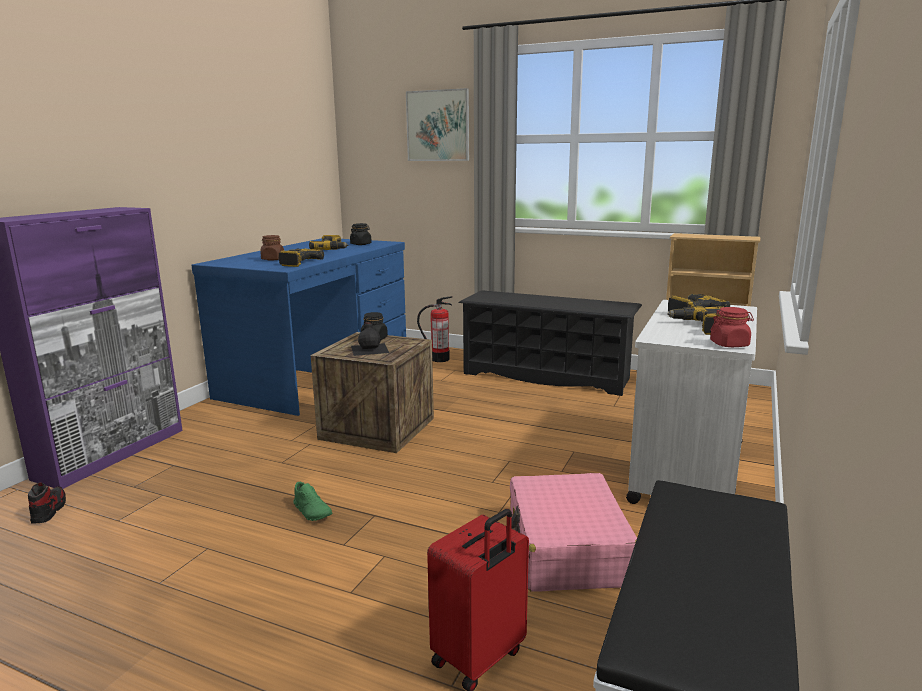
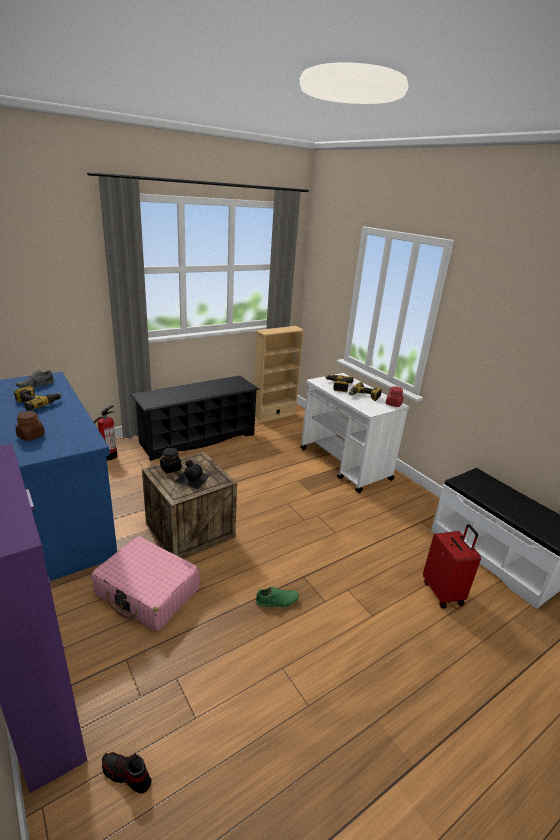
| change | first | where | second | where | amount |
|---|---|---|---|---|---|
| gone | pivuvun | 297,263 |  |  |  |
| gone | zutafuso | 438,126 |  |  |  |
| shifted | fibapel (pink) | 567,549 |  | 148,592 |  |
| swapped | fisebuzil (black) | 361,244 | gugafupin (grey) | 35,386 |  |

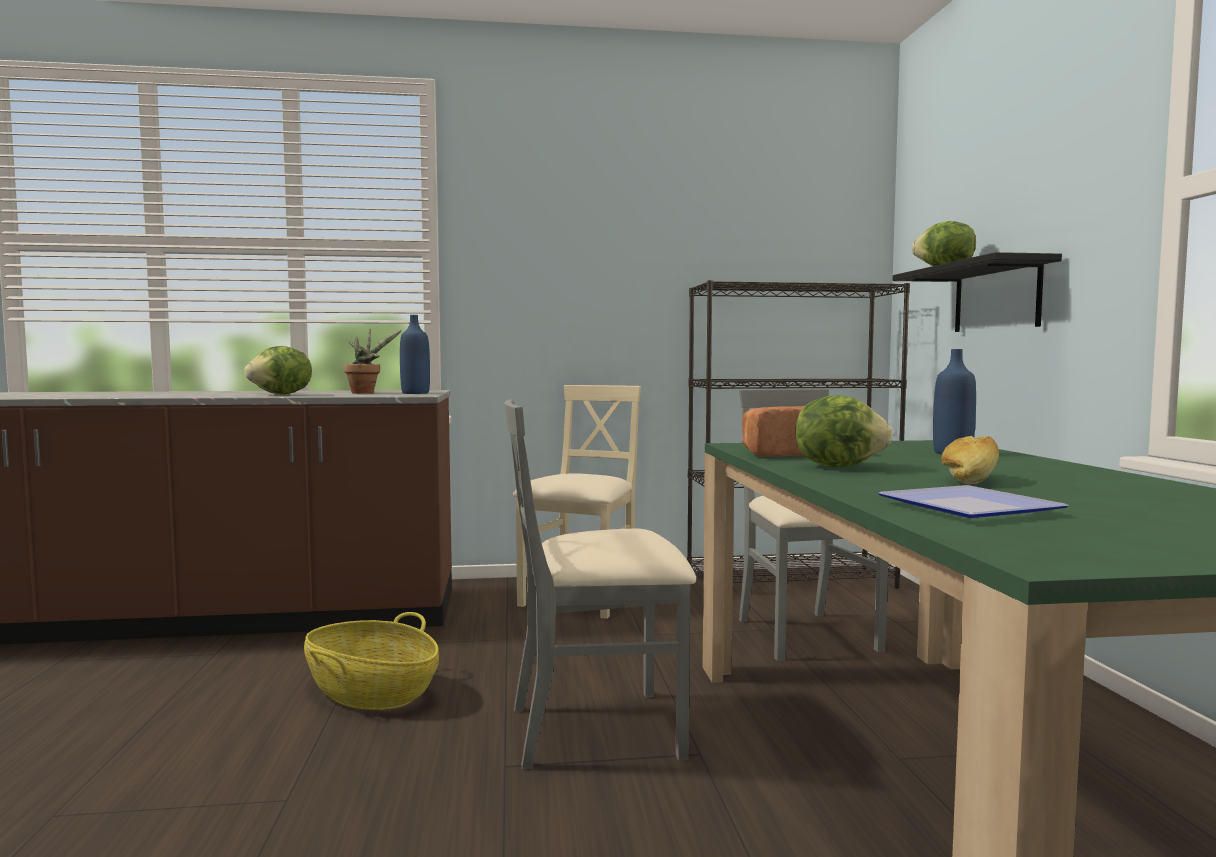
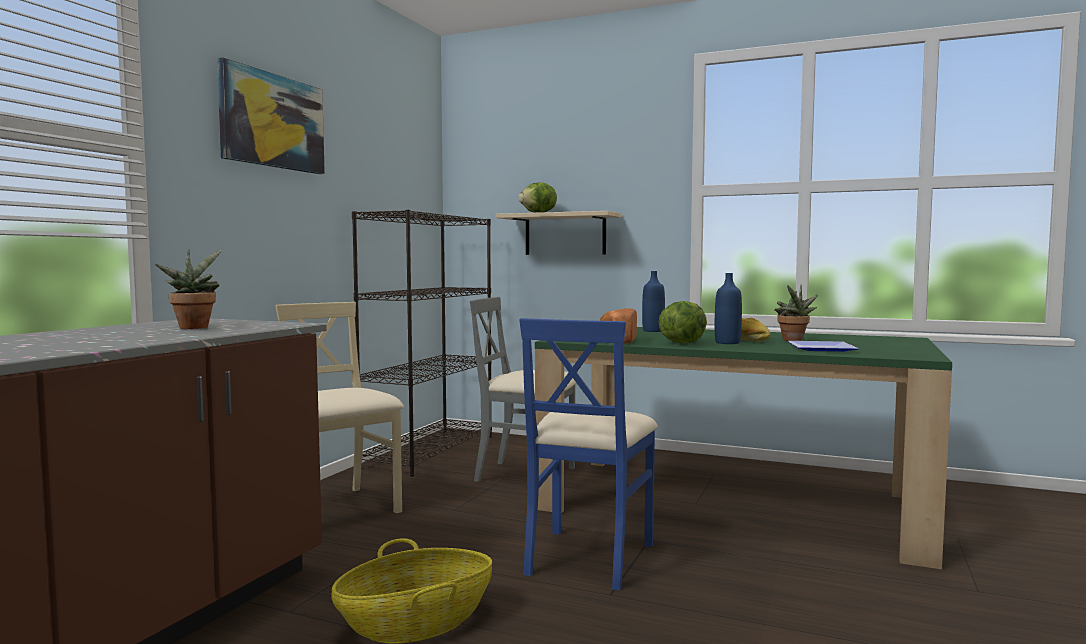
| change | first | where | second | where | amount |
|---|---|---|---|---|---|
| gone | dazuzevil | 282,394 |  |  |  |
| new |  |  | zutafuso | 272,121 |  |
| new |  |  | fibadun | 793,340 |  |
| shifted | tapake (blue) | 415,393 |  | 727,343 |  |
| repainted | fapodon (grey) | 598,729 | fapodon (blue) | 588,557 |  |
| repainted | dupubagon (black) | 996,297 | dupubagon (beige) | 565,234 |  |

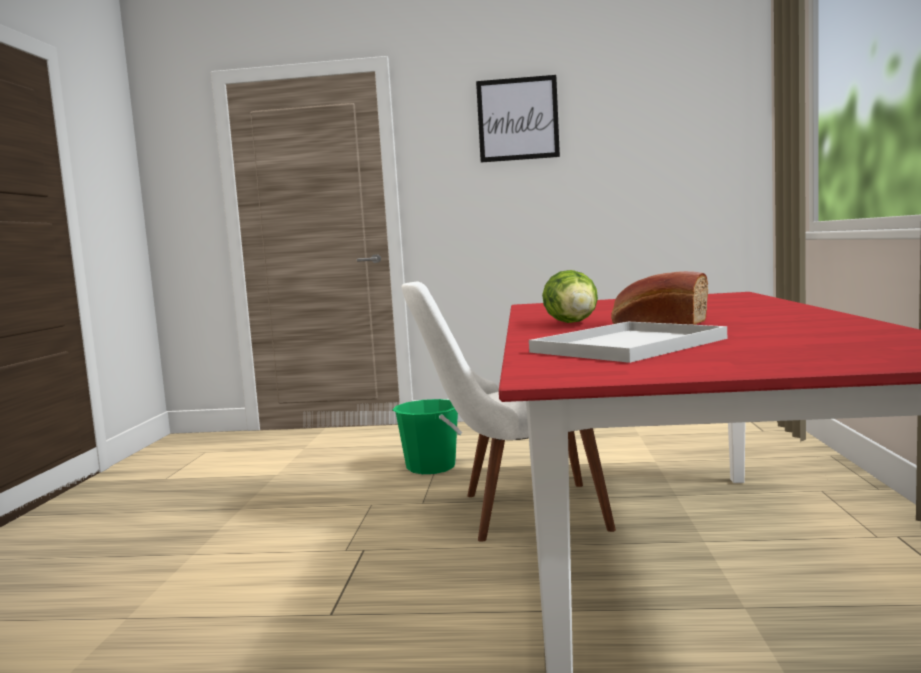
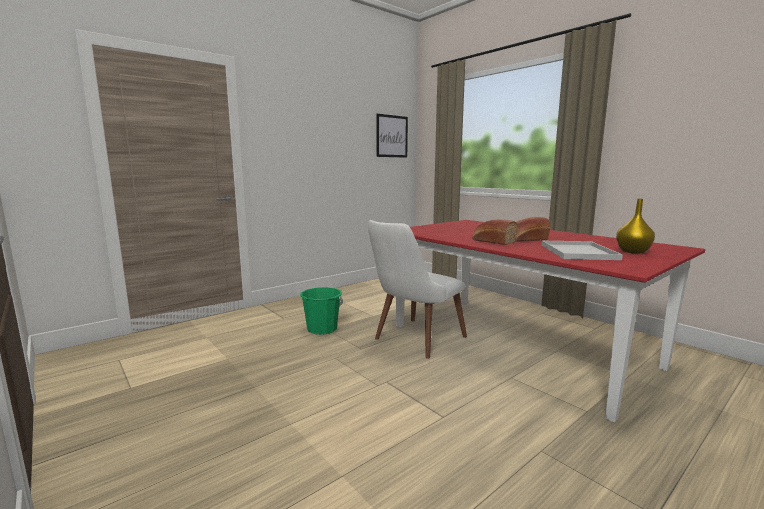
| change | first | where | second | where | amount |
|---|---|---|---|---|---|
| new |  |  | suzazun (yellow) | 632,252 |  |
| shifted | zutafuso | 518,119 |  | 392,136 |  |
| swapped | dazuzevil | 574,323 | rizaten | 492,241 |  |

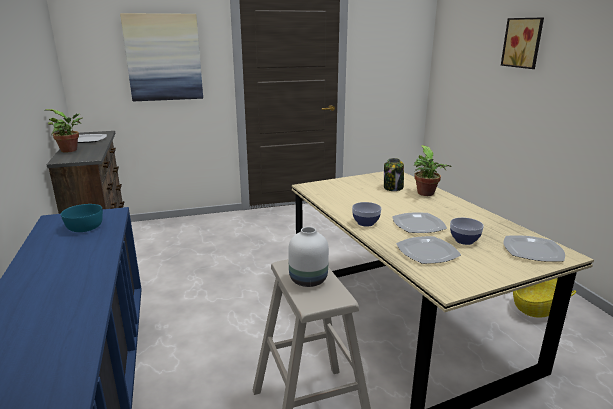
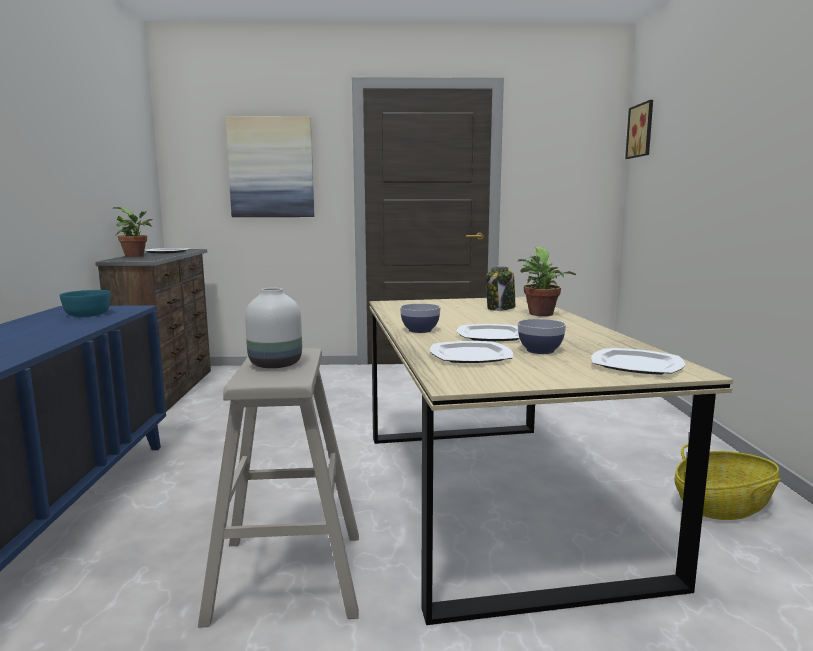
| change | first | where | second | where | amount |
|---|---|---|---|---|---|
| shifted | zutafuso | 523,43 |  | 642,130 |  |

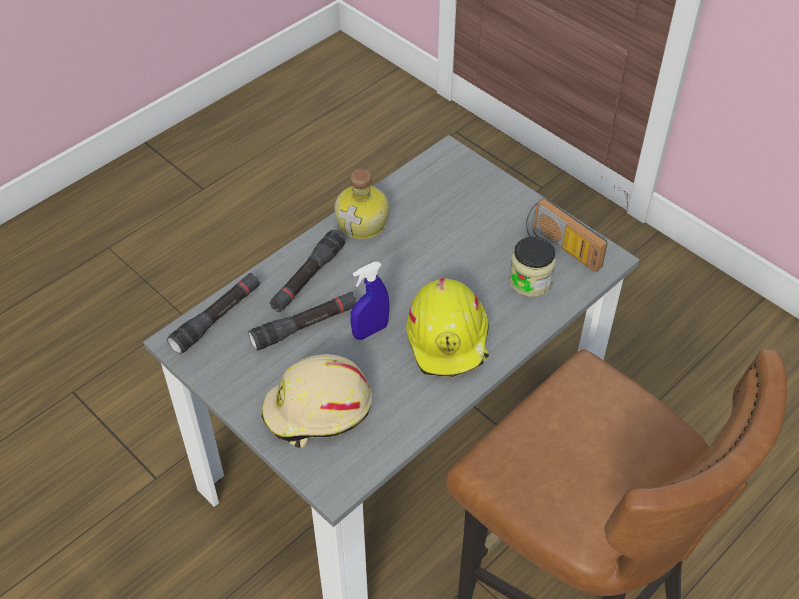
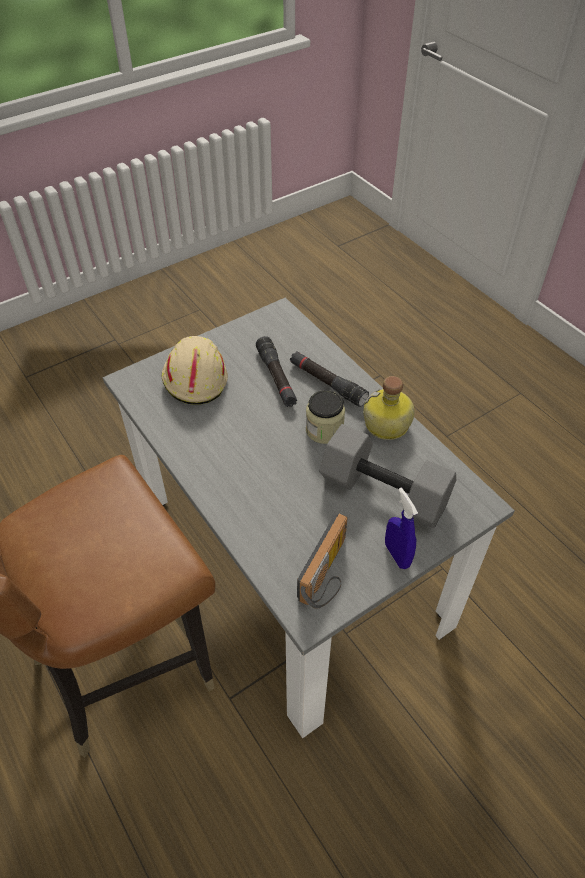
| change | first | where | second | where | amount |
|---|---|---|---|---|---|
| gone | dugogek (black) | 217,318 |  |  |  |
| gone | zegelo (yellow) | 449,338 |  |  |  |
| new |  |  | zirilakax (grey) | 386,491 |  |
| shifted | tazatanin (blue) | 370,331 |  | 397,555 |  |
| shifted | fisebuzil | 530,281 |  | 324,430 |  |
| rotated | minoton | 559,250 |  | 328,574 | 150 degrees clockwise |

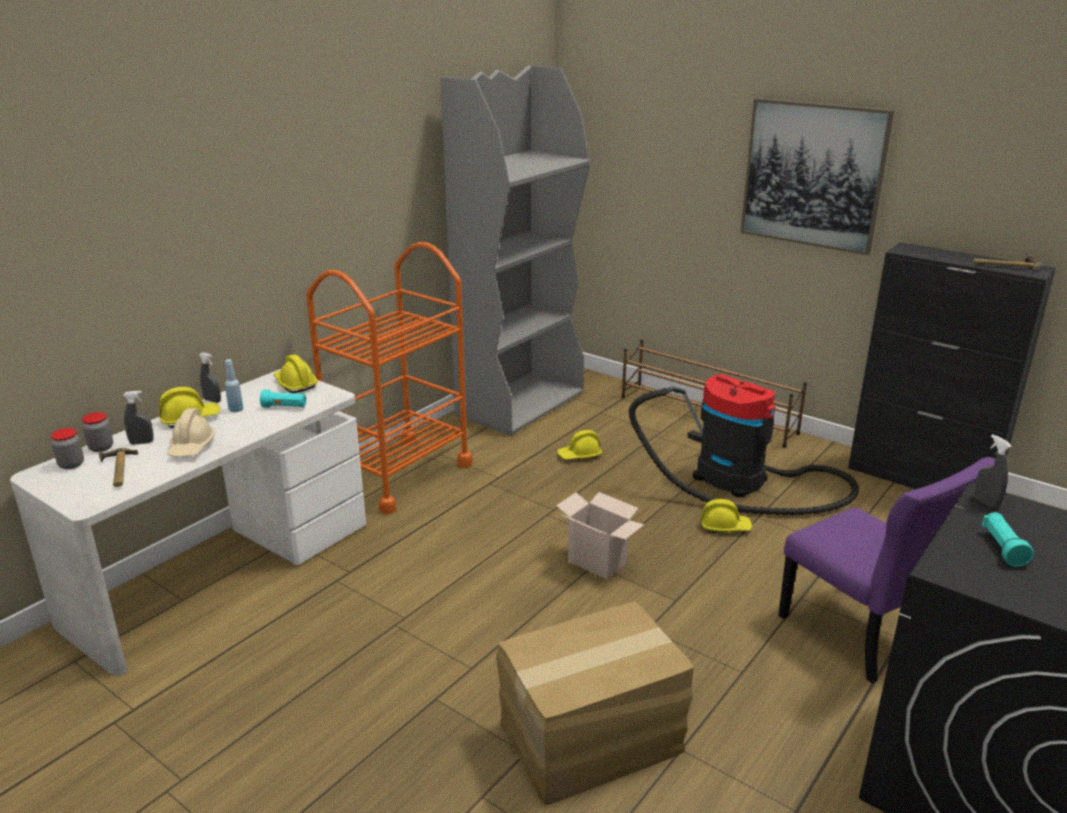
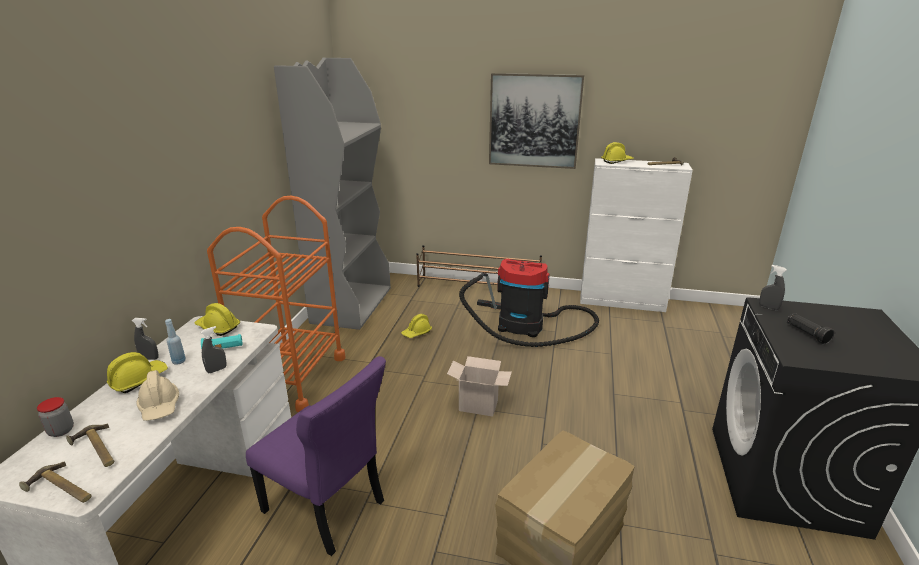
| change | first | where | second | where | amount |
|---|---|---|---|---|---|
| gone | fisebuzil | 71,464 |  |  |  |
| new |  |  | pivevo | 61,490 |  |
| shifted | tazatanin (grey) | 142,443 |  | 217,370 |  |
| shifted | zegelo (yellow) | 724,527 |  | 616,161 |  |
| shifted | fapodon (purple) | 859,635 |  | 327,509 |  |
| repainted | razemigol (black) | 921,480 | razemigol (white) | 622,302 |  |
| repainted | dugogek (turquoise) | 1002,548 | dugogek (black) | 806,334 |  |

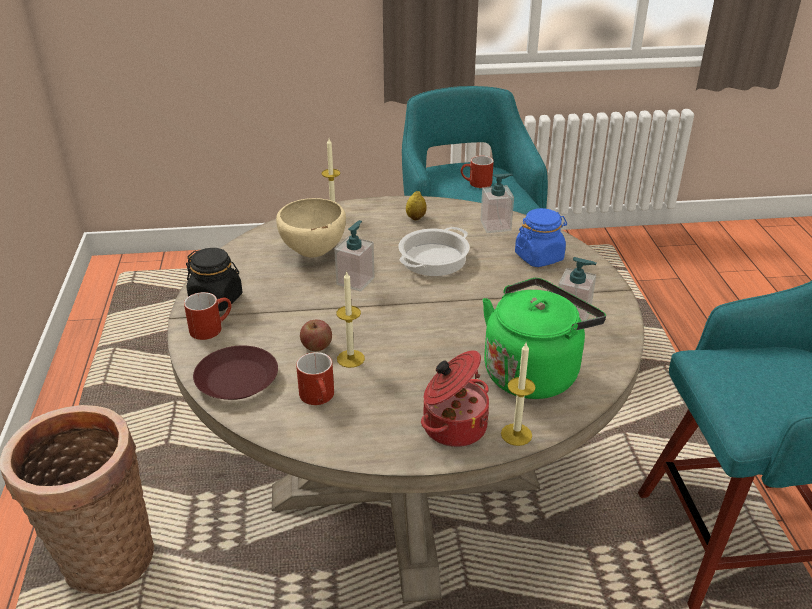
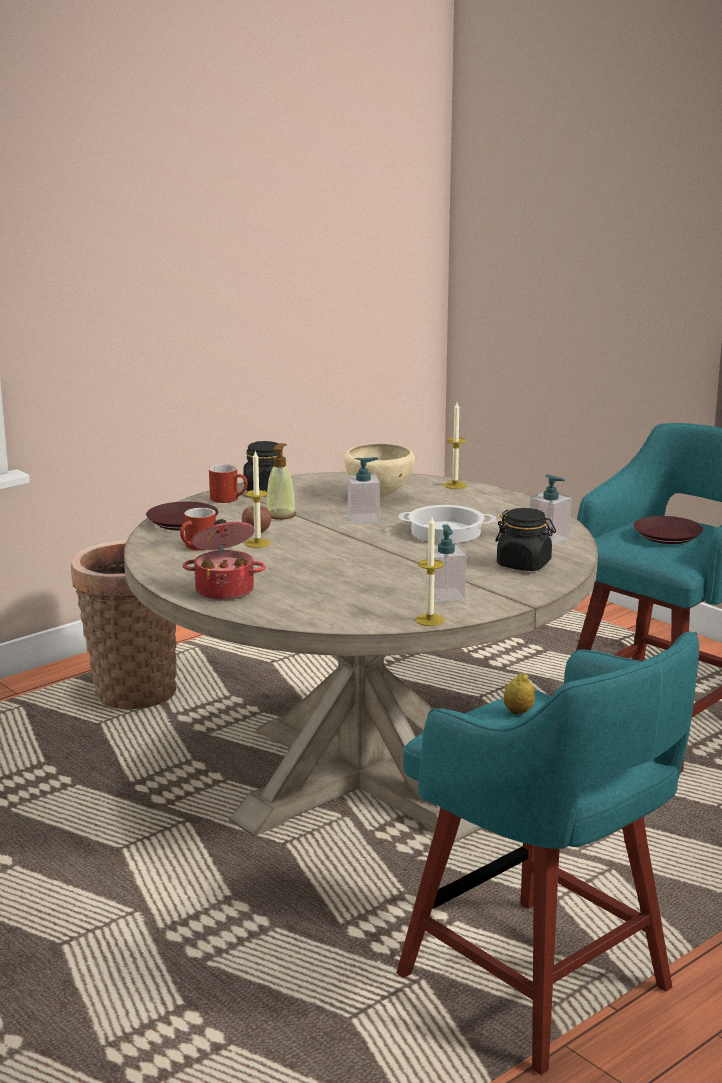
| change | first | where | second | where | amount |
|---|---|---|---|---|---|
| gone | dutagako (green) | 534,372 |  |  |  |
| new |  |  | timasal | 281,515 |  |
| shifted | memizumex | 416,218 |  | 518,711 |  |
| shifted | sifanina | 516,434 |  | 429,620 |  |
| swapped | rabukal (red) | 476,184 | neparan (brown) | 667,536 |  |
| repainted | fisebuzil (blue) | 539,257 | fisebuzil (black) | 524,564 |  |

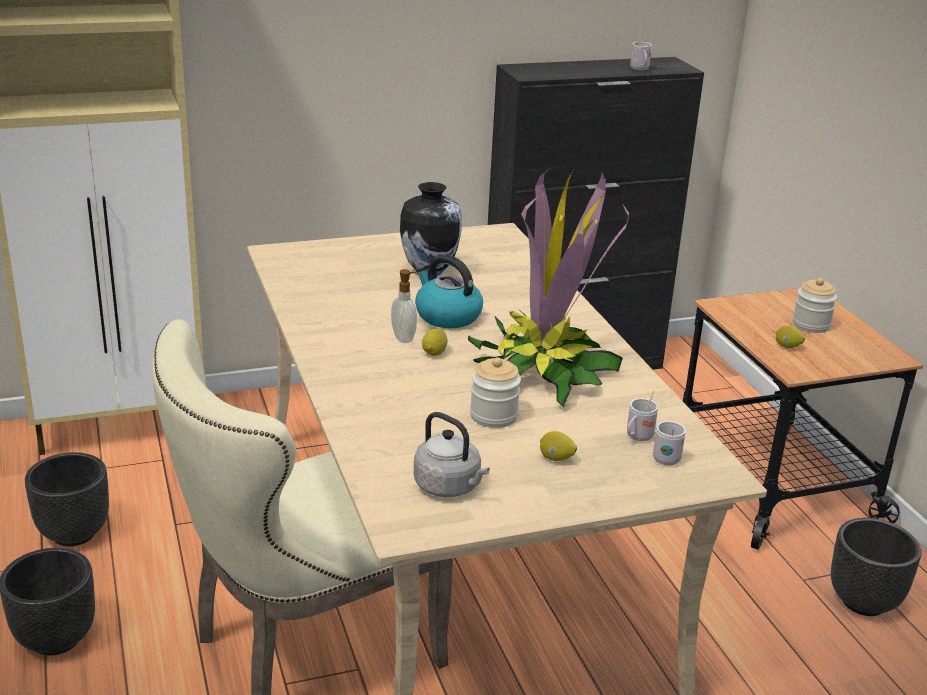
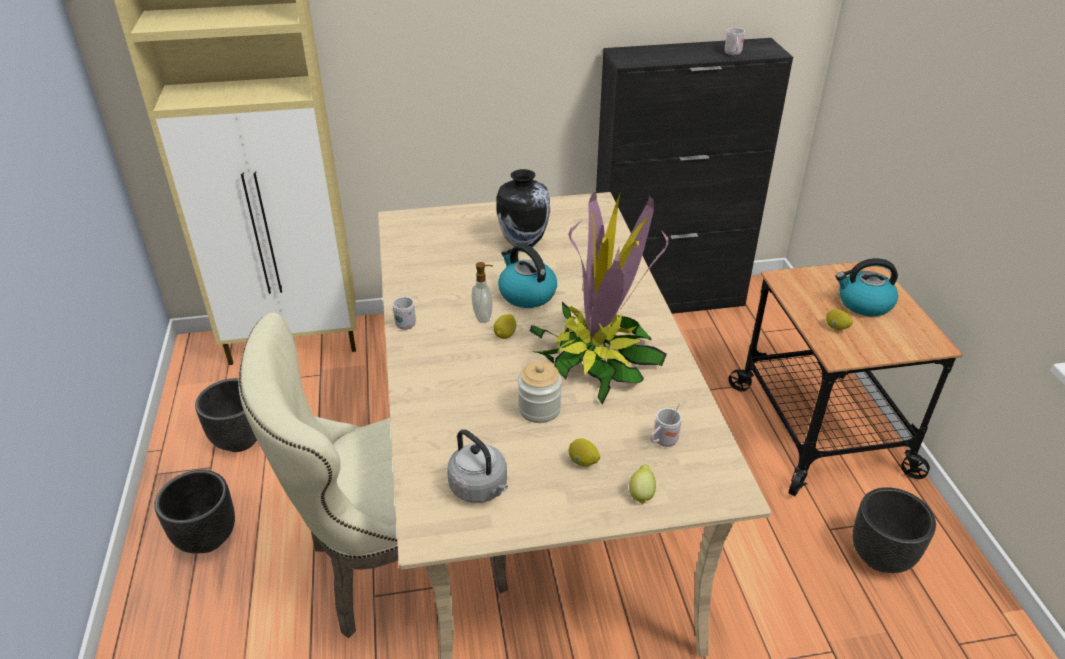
| change | first | where | second | where | amount |
|---|---|---|---|---|---|
| new |  |  | memizumex | 641,494 |  |
| shifted | rabukal (white) | 666,457 |  | 407,323 |  |
| swapped | fisebuzil | 811,325 | dutagako | 863,303 |  |

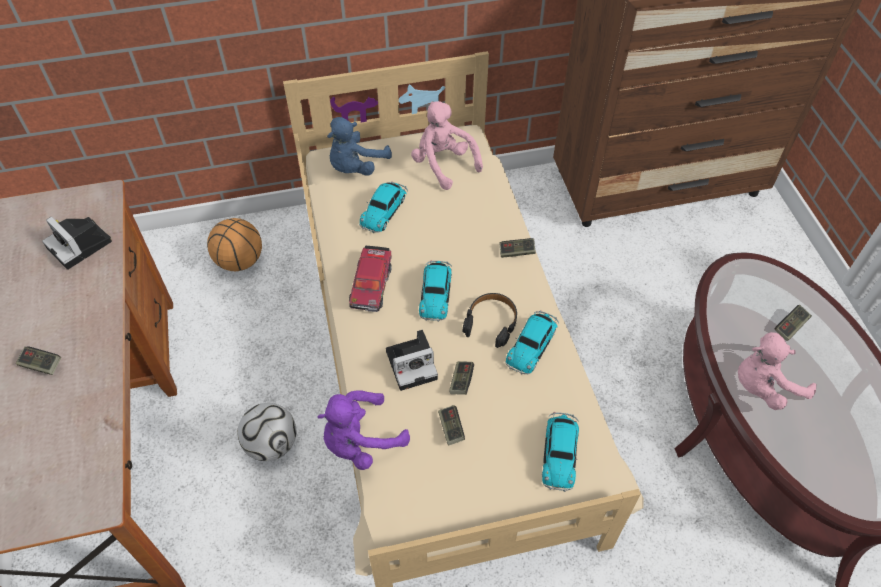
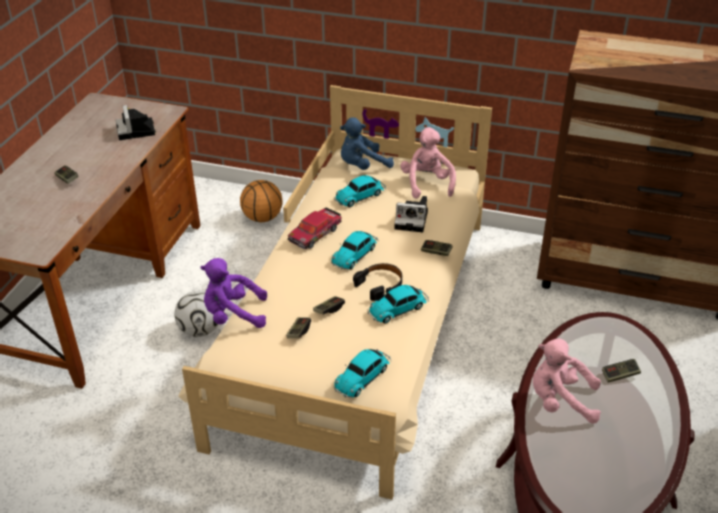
| change | first | where | second | where | amount |
|---|---|---|---|---|---|
| shifted | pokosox | 413,363 |  | 413,220 |  |

